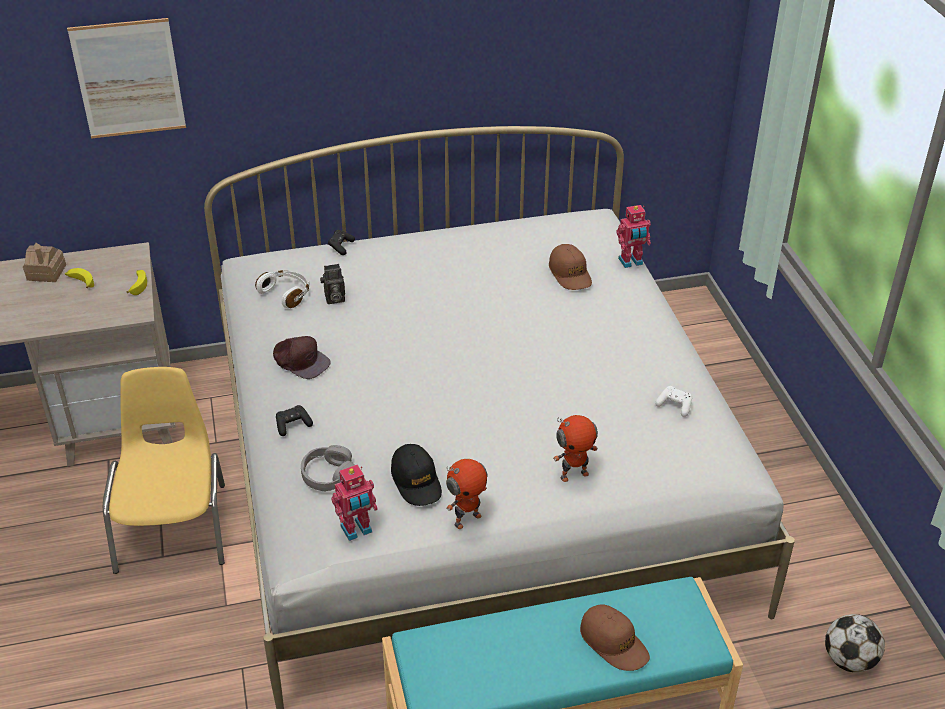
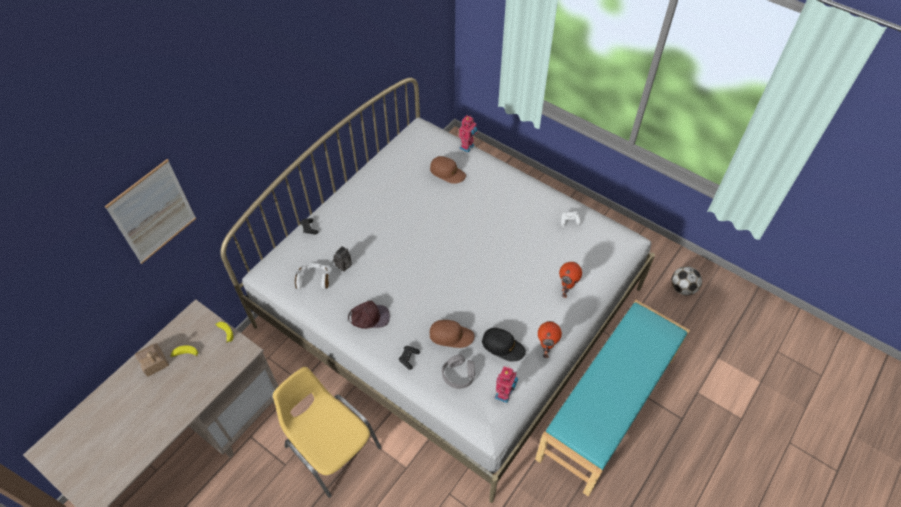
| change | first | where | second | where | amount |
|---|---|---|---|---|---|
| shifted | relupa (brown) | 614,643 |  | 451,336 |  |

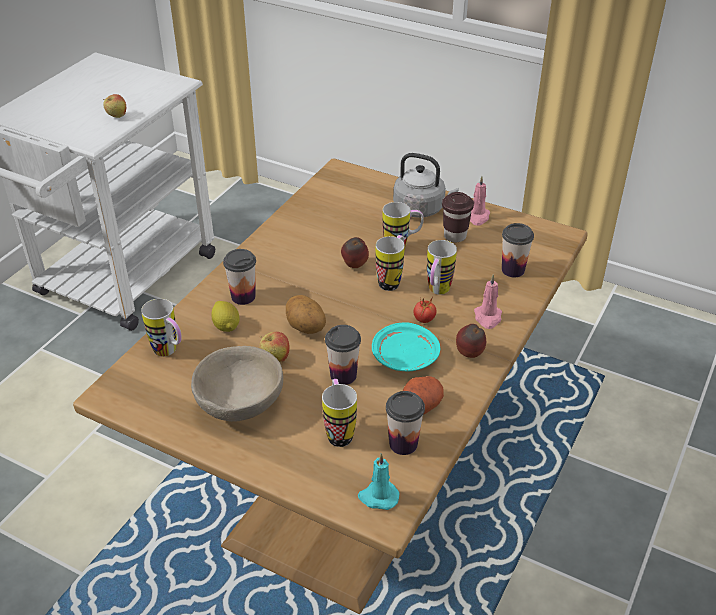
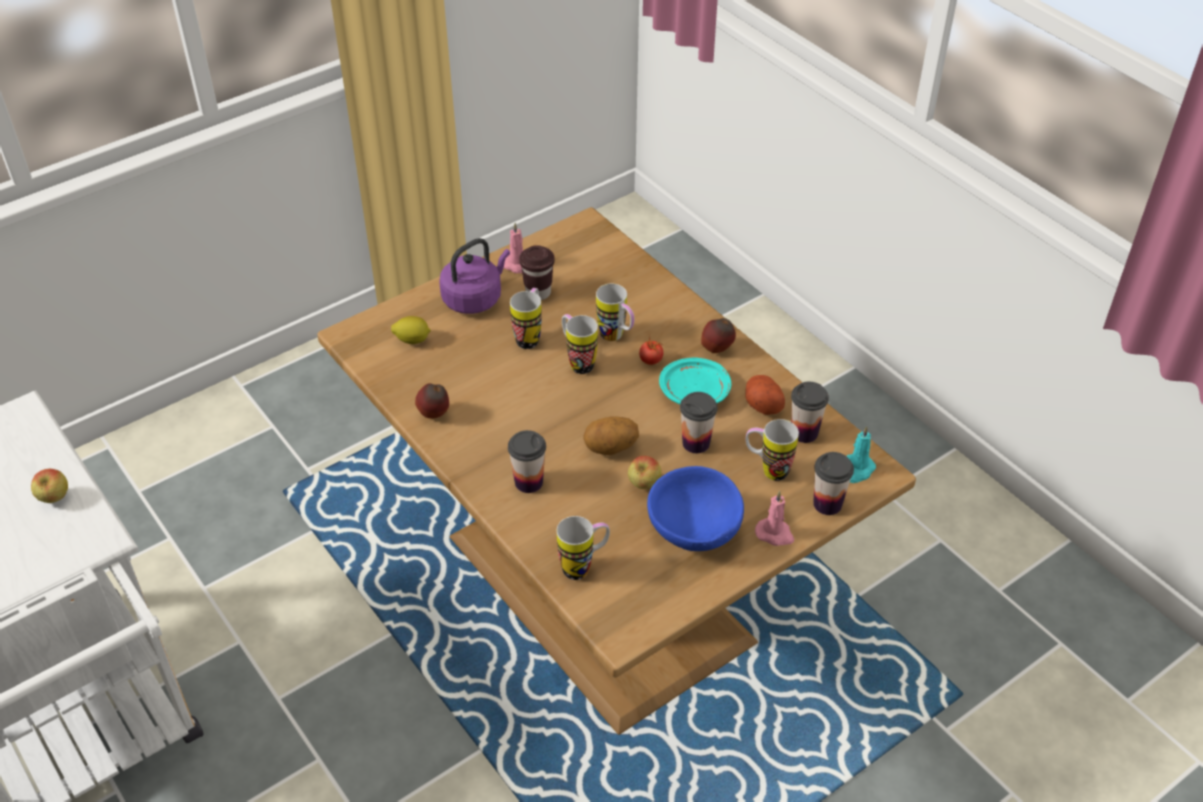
| change | first | where | second | where | amount |
|---|---|---|---|---|---|
| shifted | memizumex | 226,326 |  | 412,340 |  |
| shifted | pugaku | 354,266 |  | 434,415 |  |
| shifted | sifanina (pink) | 488,318 |  | 775,534 |  |
| shifted | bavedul | 513,270 |  | 827,504 |  |
| repainted | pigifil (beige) | 240,403 | pigifil (blue) | 692,529 |  |
| repainted | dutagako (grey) | 421,209 | dutagako (purple) | 474,298 |  |

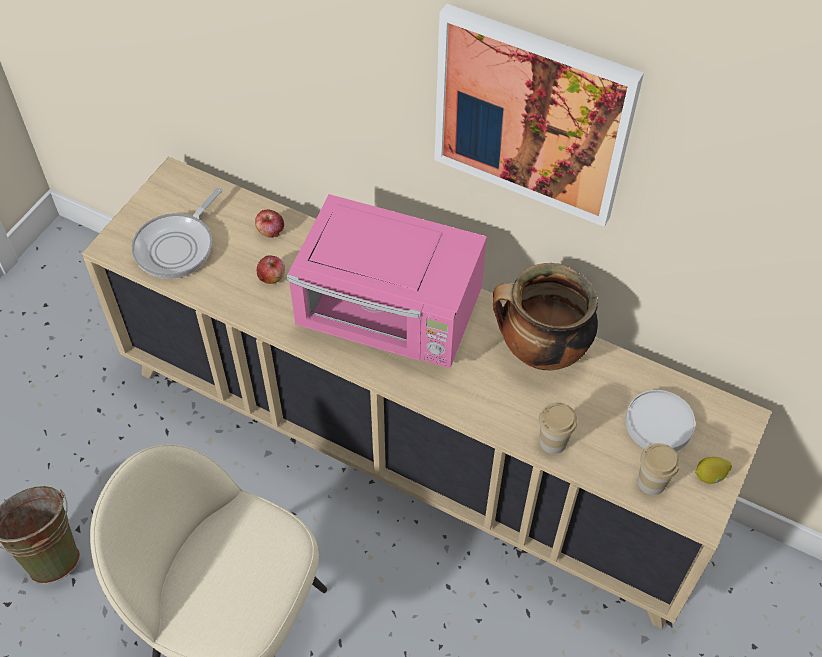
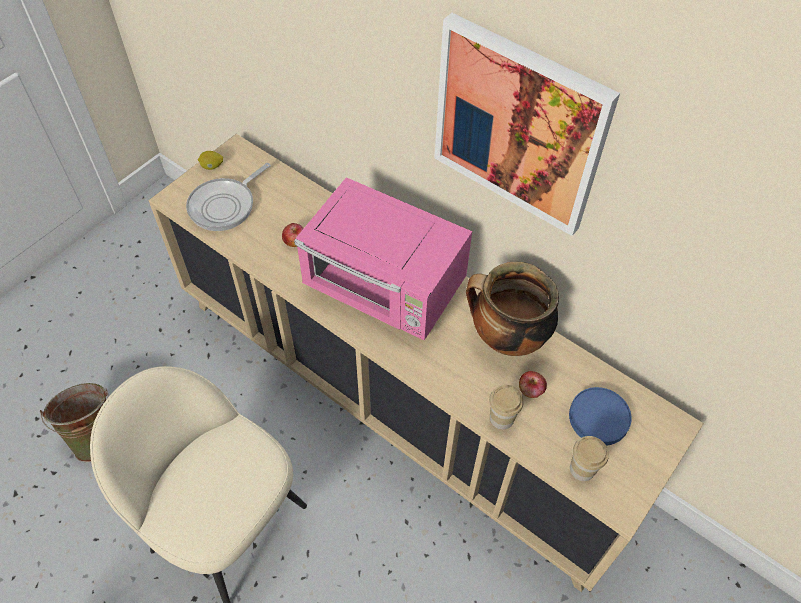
| change | first | where | second | where | amount |
|---|---|---|---|---|---|
| shifted | pugaku | 270,231 |  | 530,390 |  |
| shifted | memizumex | 710,476 |  | 212,166 |  |
| repainted | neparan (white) | 659,424 | neparan (blue) | 599,418 |  |

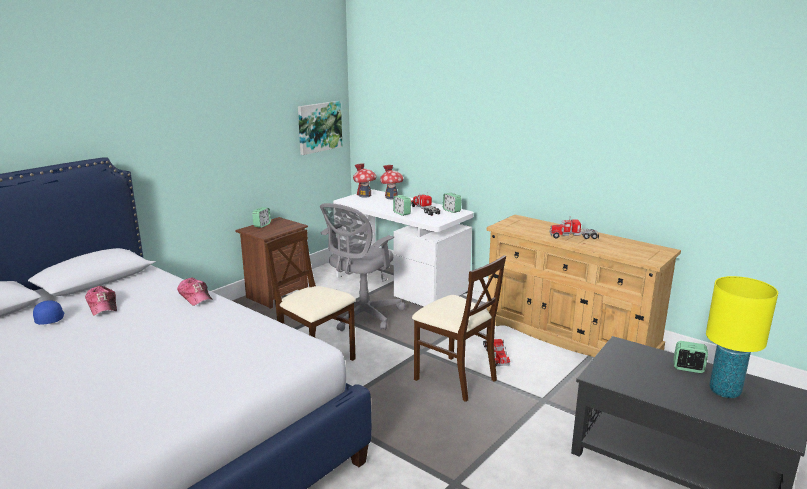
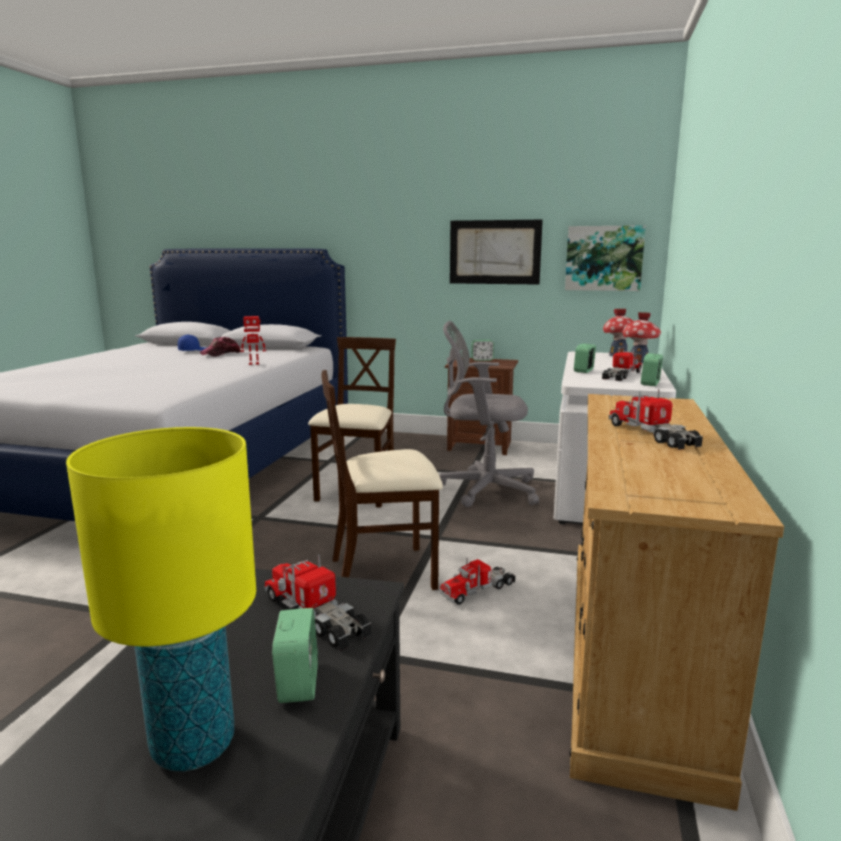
| change | first | where | second | where | amount |
|---|---|---|---|---|---|
| new |  |  | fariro | 316,616 |  |
| new |  |  | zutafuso | 494,252 |  |
| swapped | relupa | 195,297 | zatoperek | 254,364 |  |
| rotated | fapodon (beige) | 455,378 |  | 384,571 | 60 degrees clockwise |

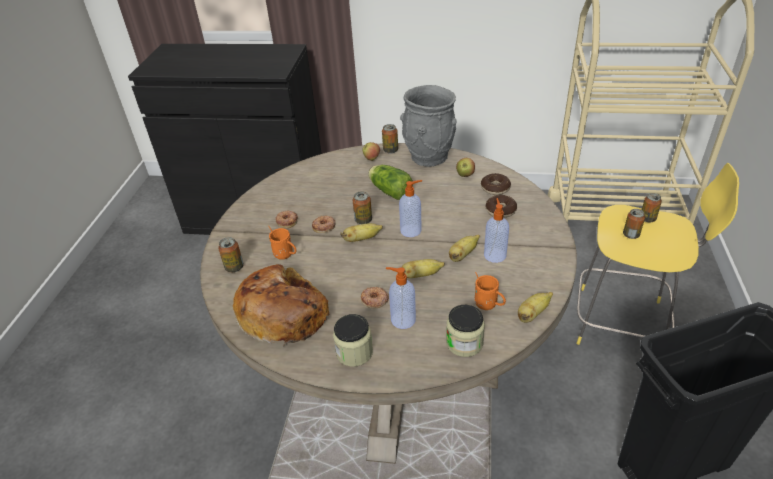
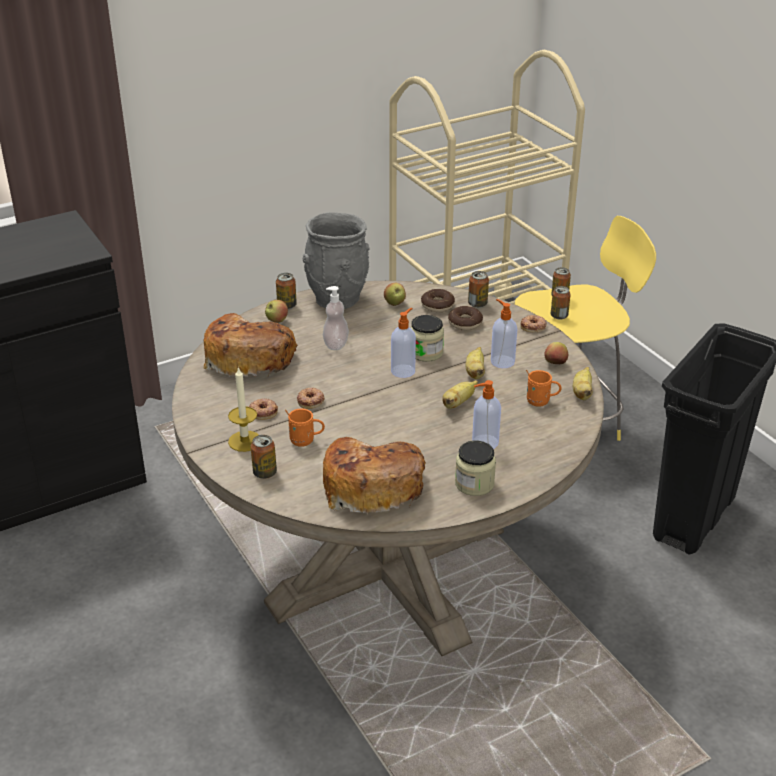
| change | first | where | second | where | amount |
|---|---|---|---|---|---|
| gone | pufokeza | 362,239 |  |  |  |
| new |  |  | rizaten | 248,357 |  |
| new |  |  | sifanina | 245,441 |  |
| new |  |  | pugaku | 555,364 |  |
| shifted | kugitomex | 363,220 |  | 477,304 |  |
| shifted | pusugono | 374,300 |  | 533,326 |  |
| shifted | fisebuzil | 464,343 |  | 426,353 |  |
| swapped | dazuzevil | 389,190 | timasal | 336,344 |  |

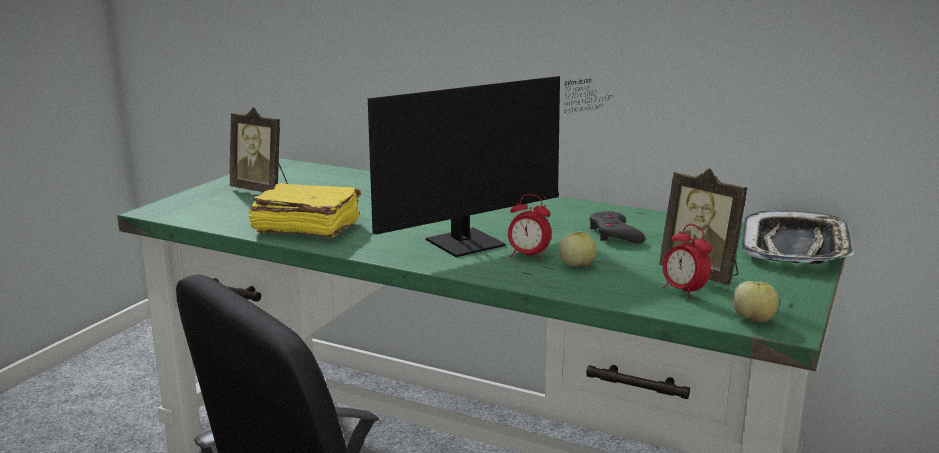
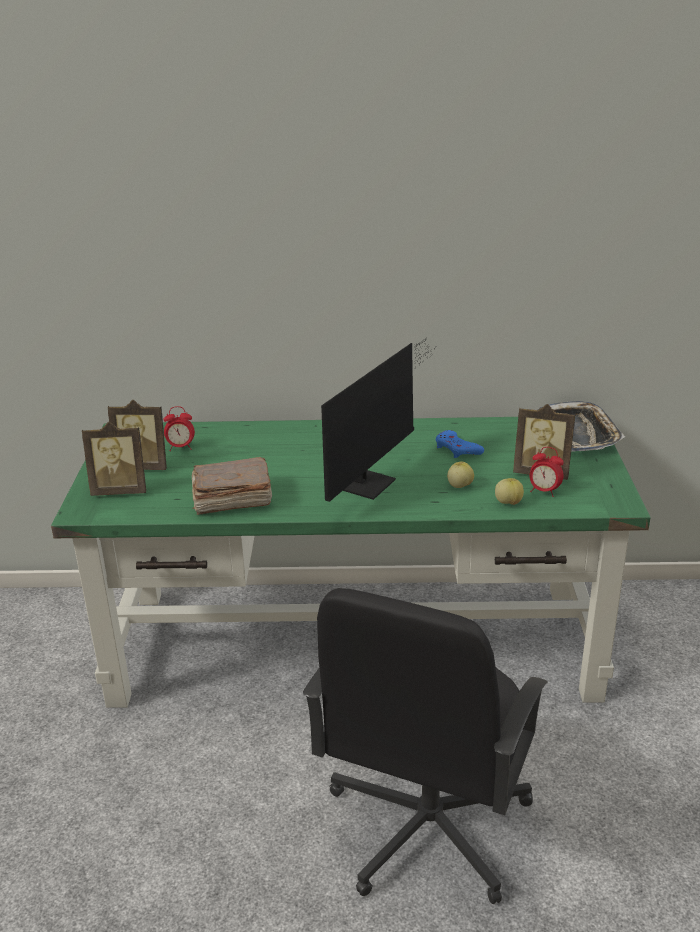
| change | first | where | second | where | amount |
|---|---|---|---|---|---|
| new |  |  | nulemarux | 120,490 |  |
| shifted | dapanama | 528,256 |  | 180,447 |  |
| shifted | pugaku | 753,319 |  | 508,502 |  |
| repainted | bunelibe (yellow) | 306,228 | bunelibe (brown) | 231,499 |  |
| repainted | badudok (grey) | 614,234 | badudok (blue) | 457,449 |  |

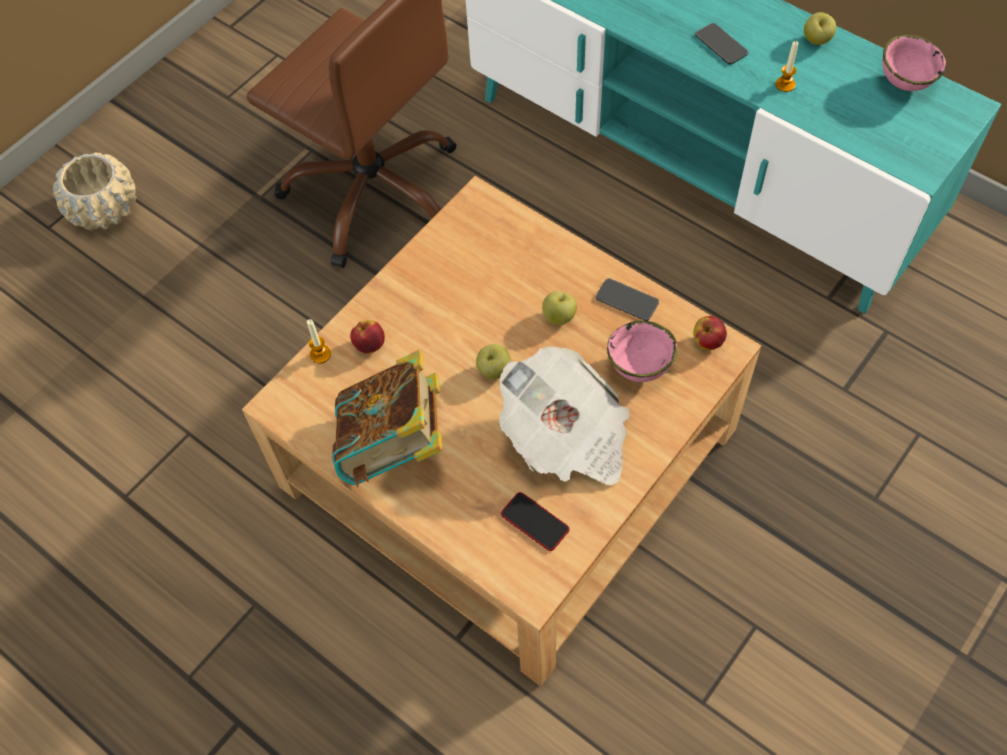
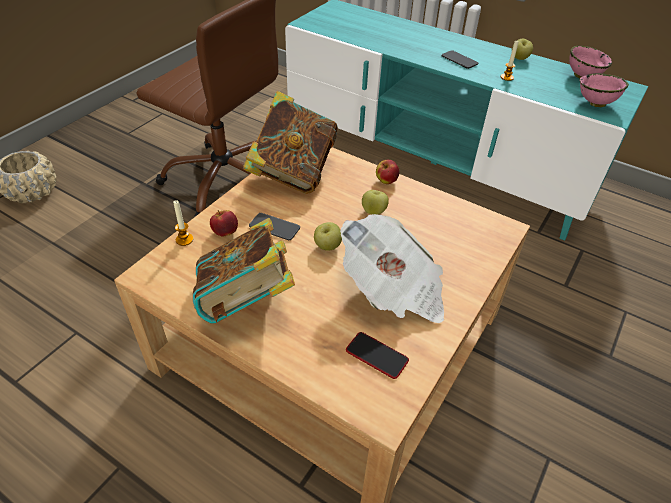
| change | first | where | second | where | amount |
|---|---|---|---|---|---|
| new |  |  | bunelibe | 292,172 |  |
| shifted | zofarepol | 627,300 |  | 274,227 |  |
| shifted | pigifil (pink) | 639,368 |  | 595,104 |  |
| shifted | pugaku | 707,342 |  | 386,181 |  |

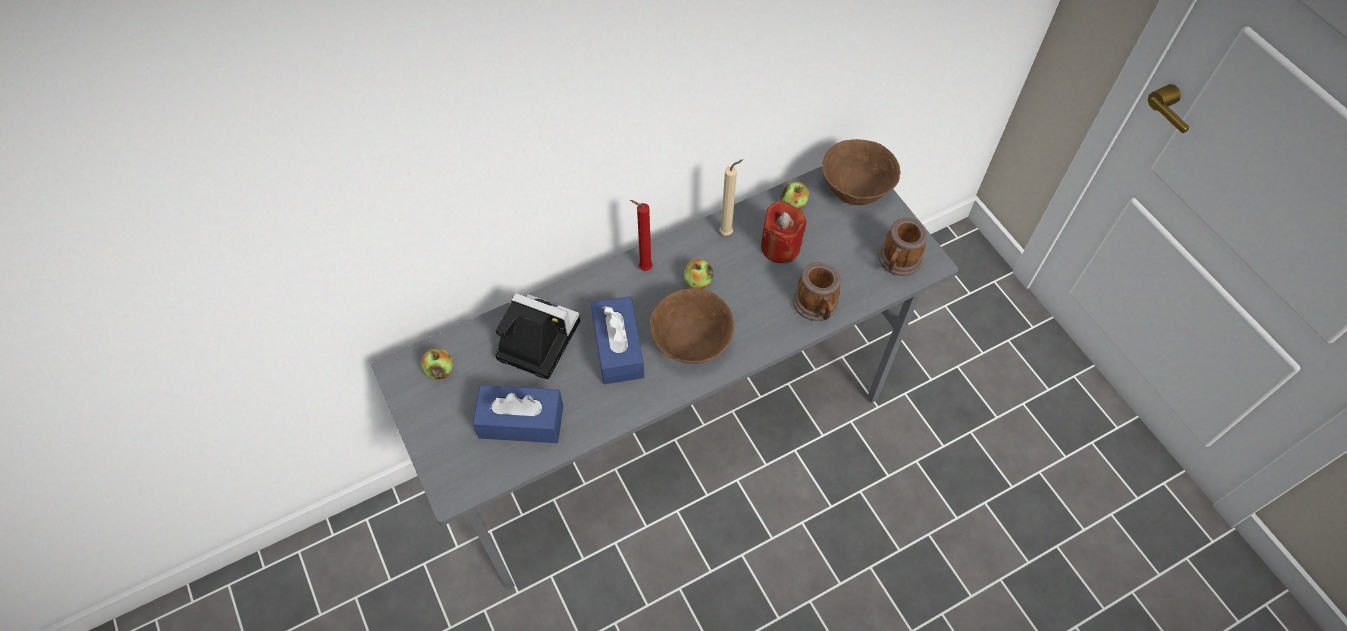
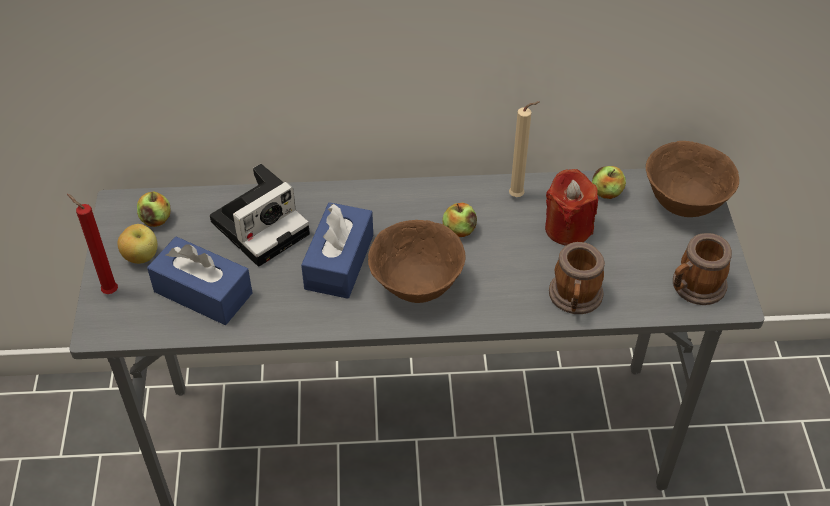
| change | first | where | second | where | amount |
|---|---|---|---|---|---|
| new |  |  | pugaku | 141,257 |  |
| shifted | sifanina (red) | 643,268 |  | 108,291 |  |
| rotated | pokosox | 535,340 |  | 262,225 | 90 degrees clockwise |

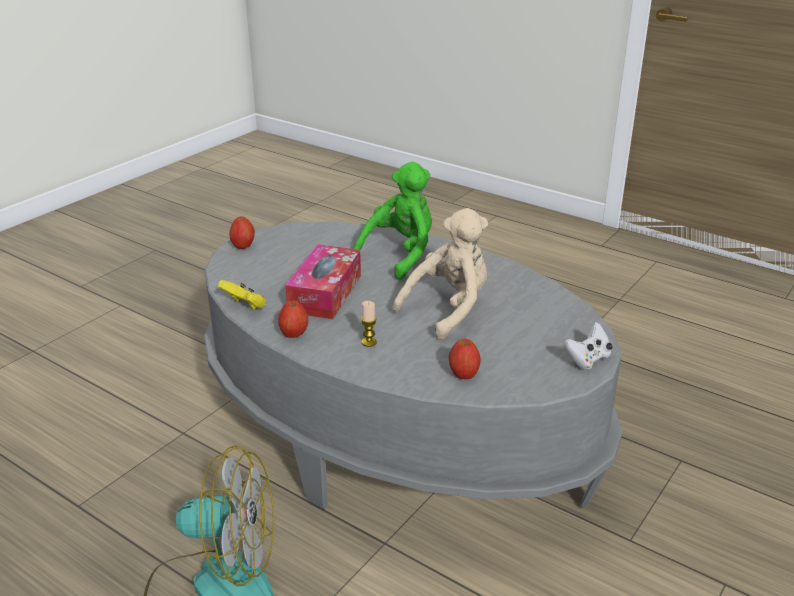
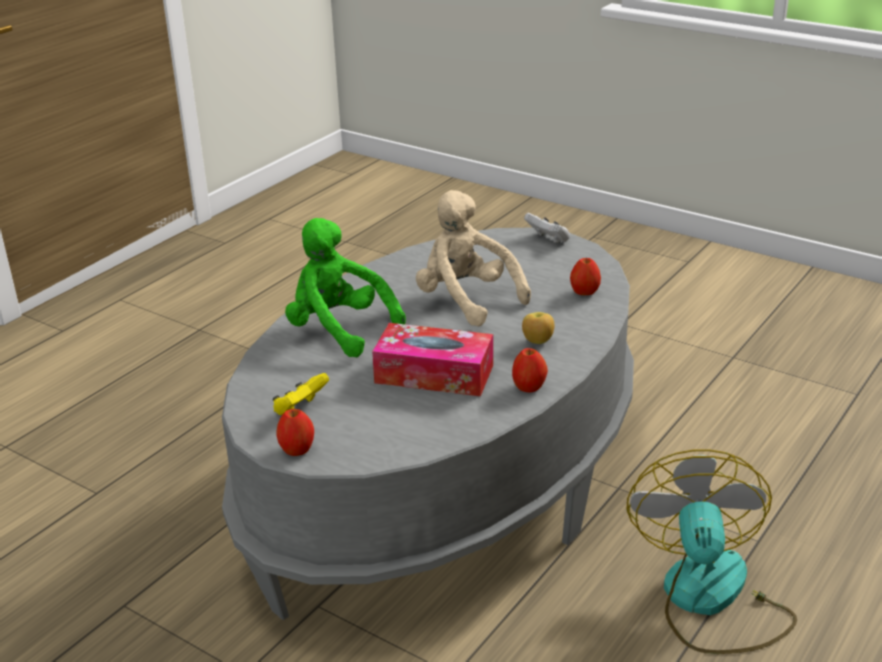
| change | first | where | second | where | amount |
|---|---|---|---|---|---|
| shifted | badudok (yellow) | 245,306 |  | 300,409 |  |
| swapped | sifanina | 369,342 | pugaku | 537,341 |  |

